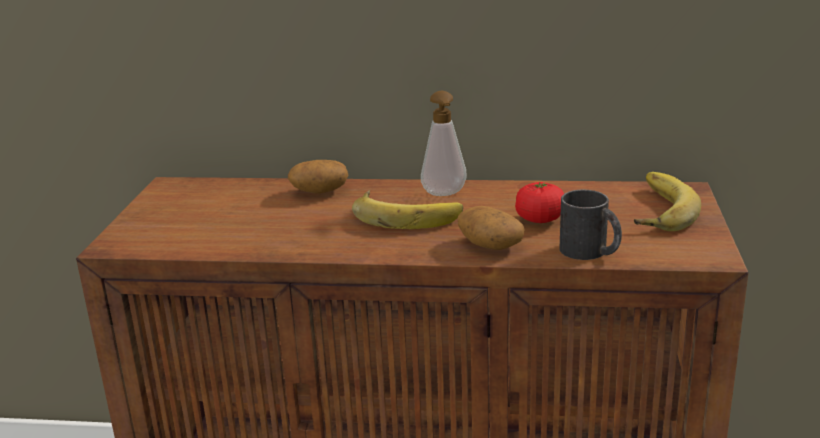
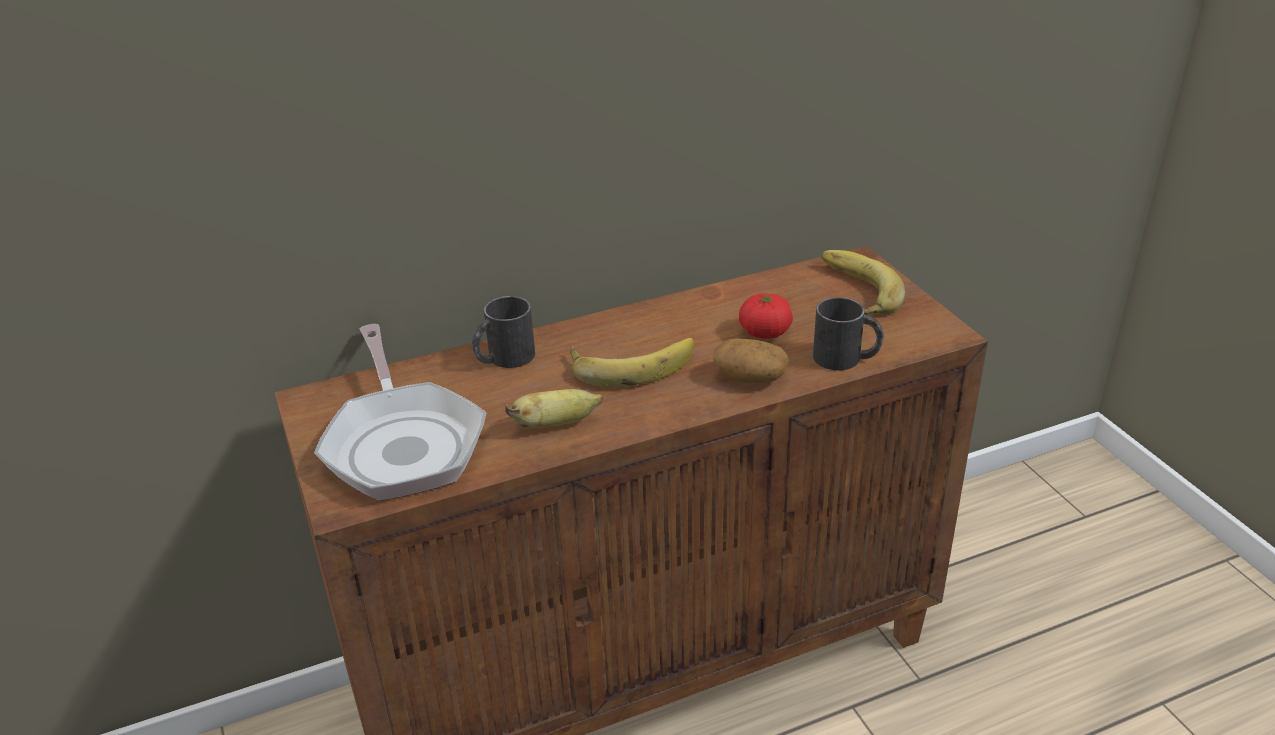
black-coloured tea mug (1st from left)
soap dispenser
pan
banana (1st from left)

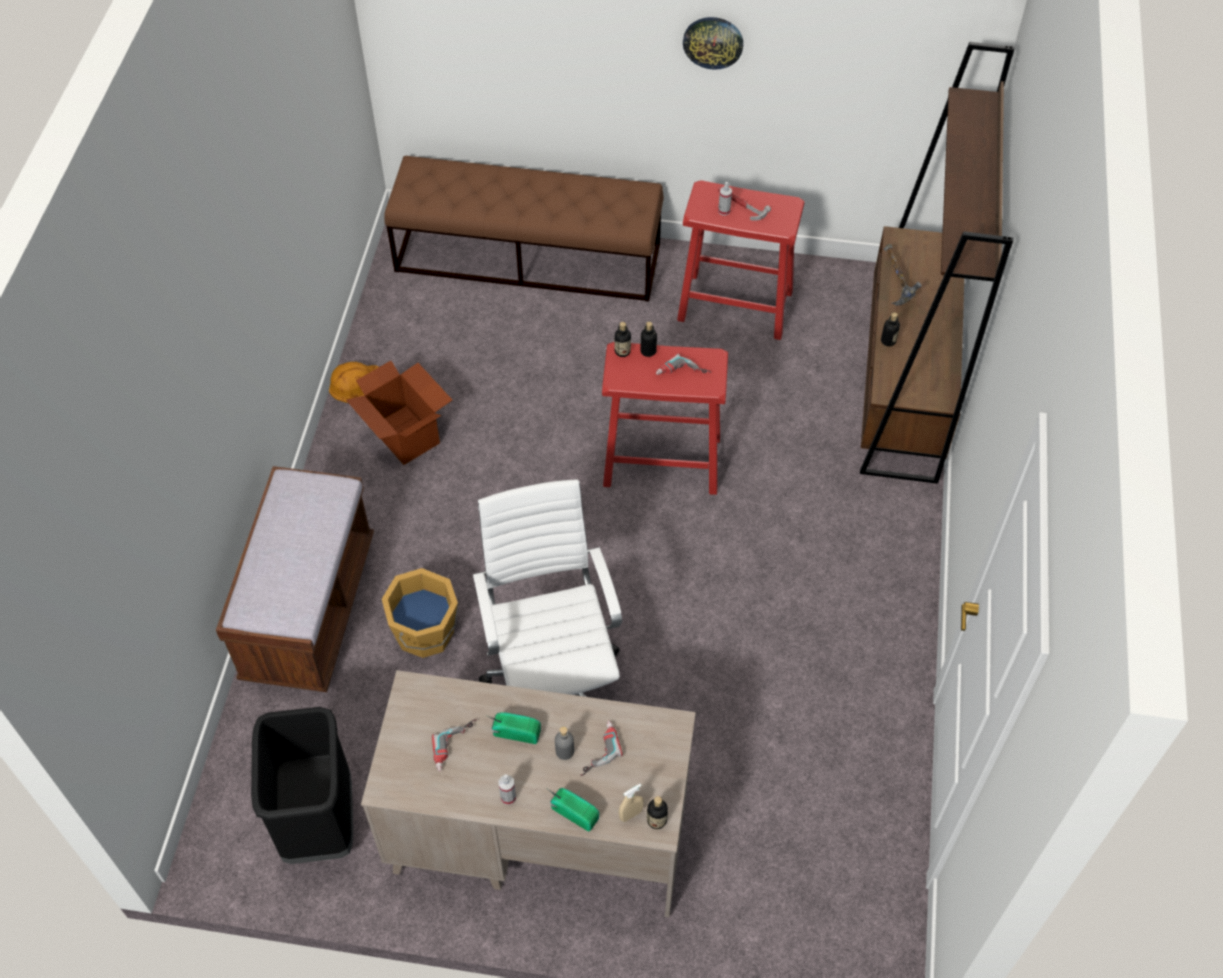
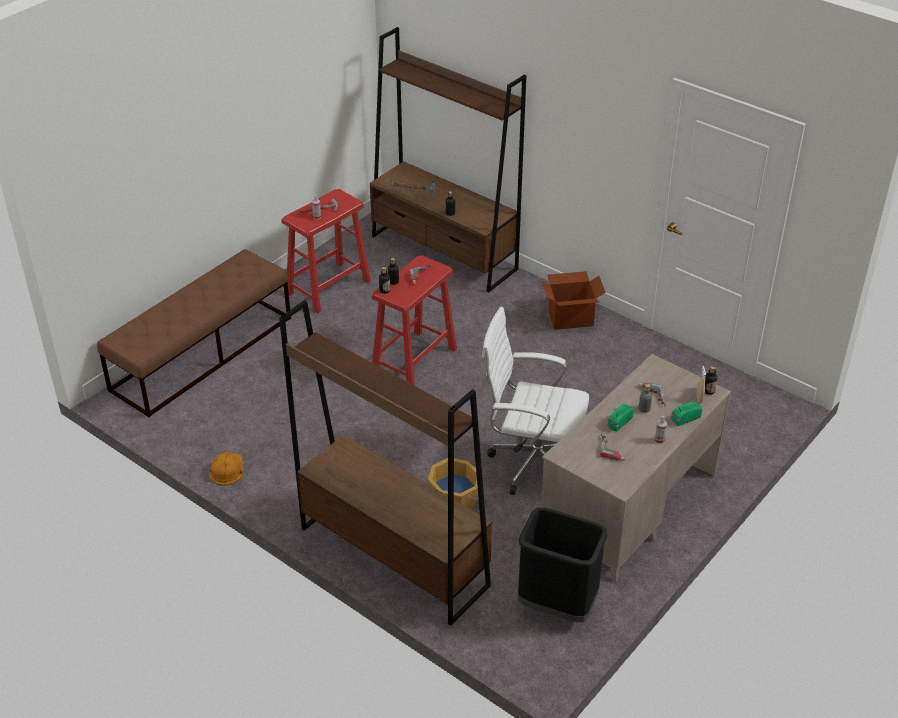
brownish bookshelf (1st from left)
carton
hanging clock

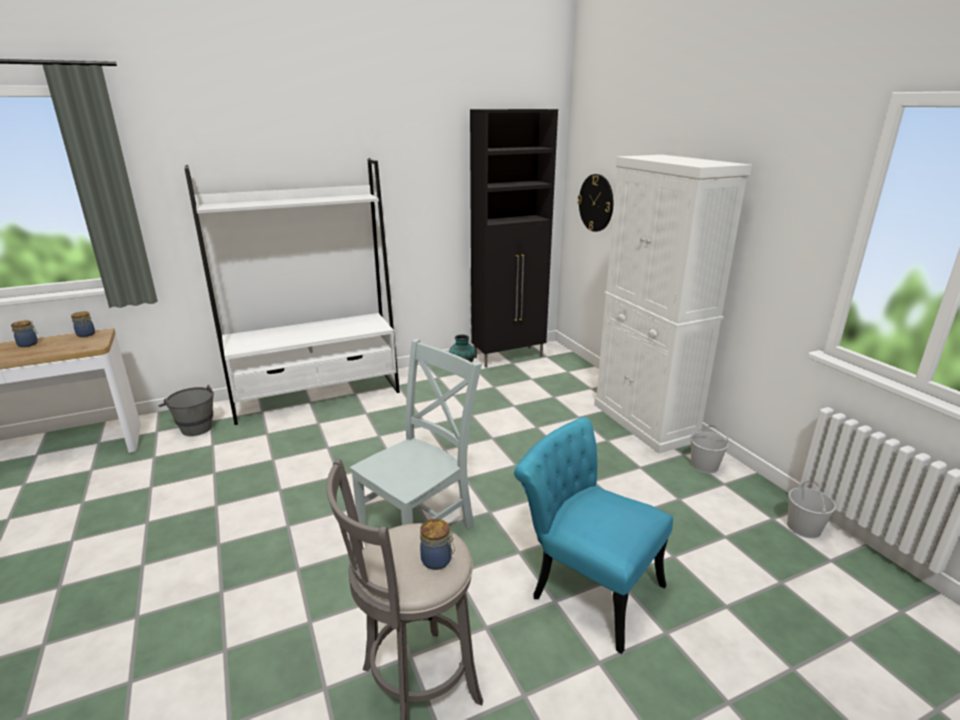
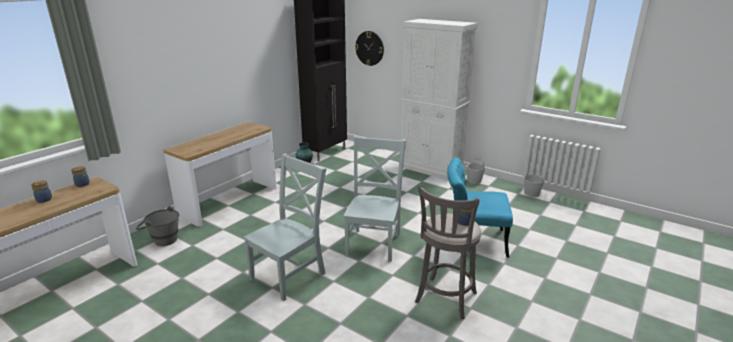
console table (2nd from left)
gray plain chair (1st from left)

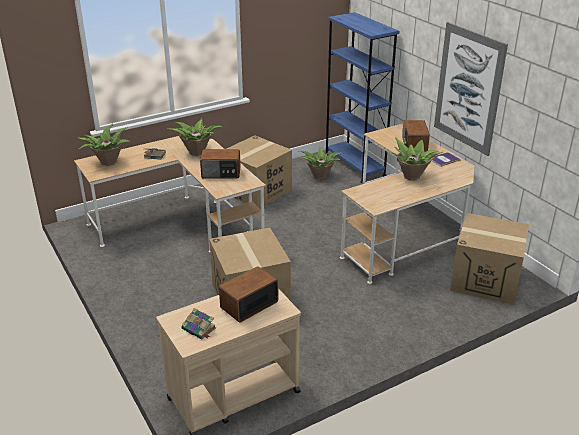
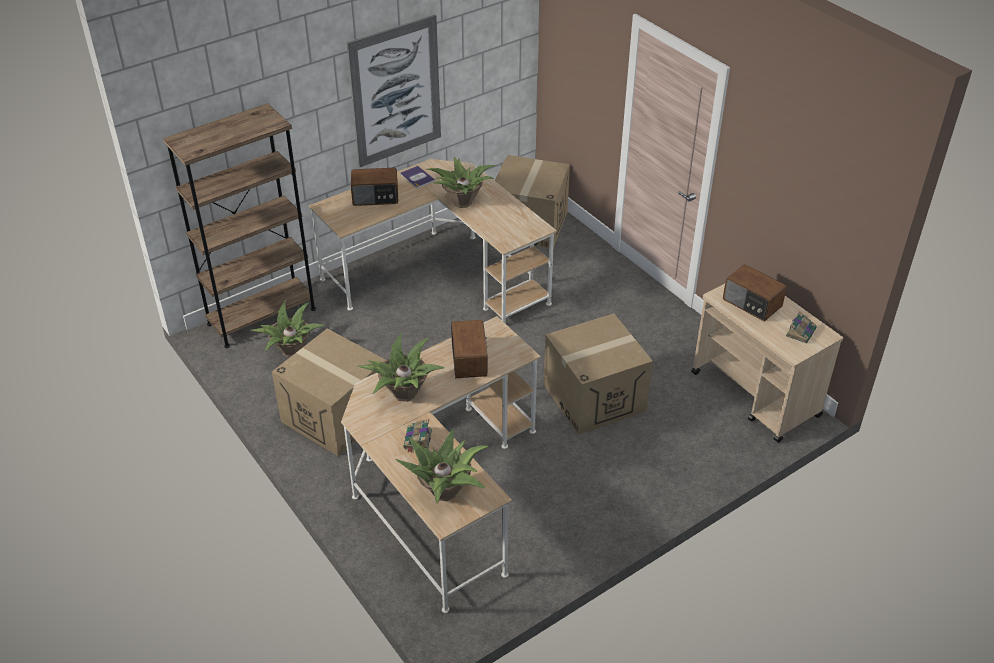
brownish bookshelf

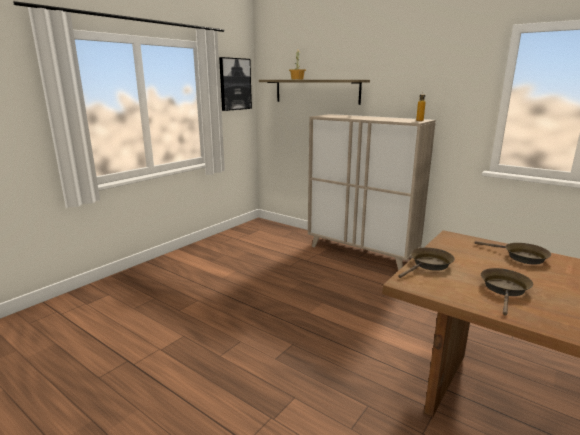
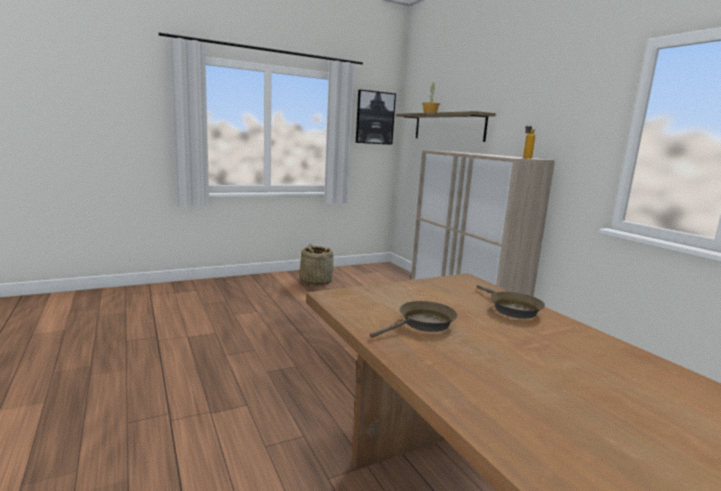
brownish pan (1st from left in the first image)
household basket

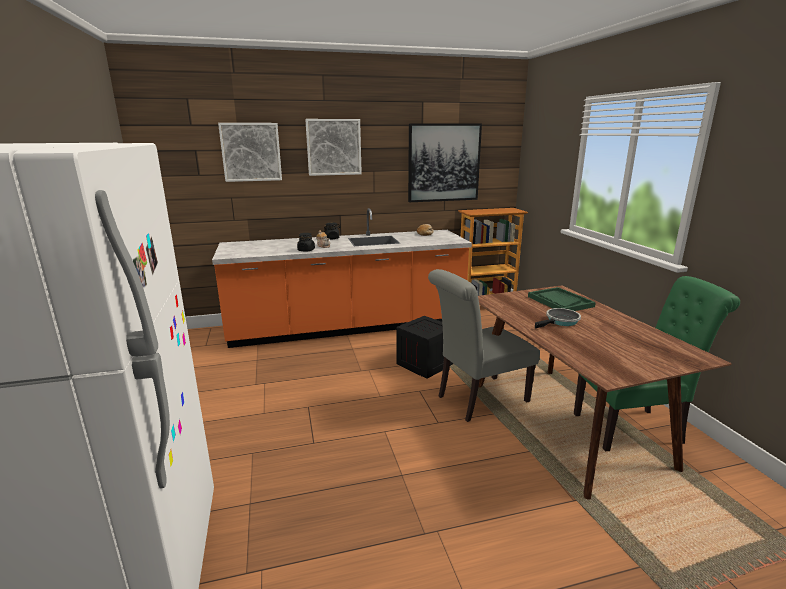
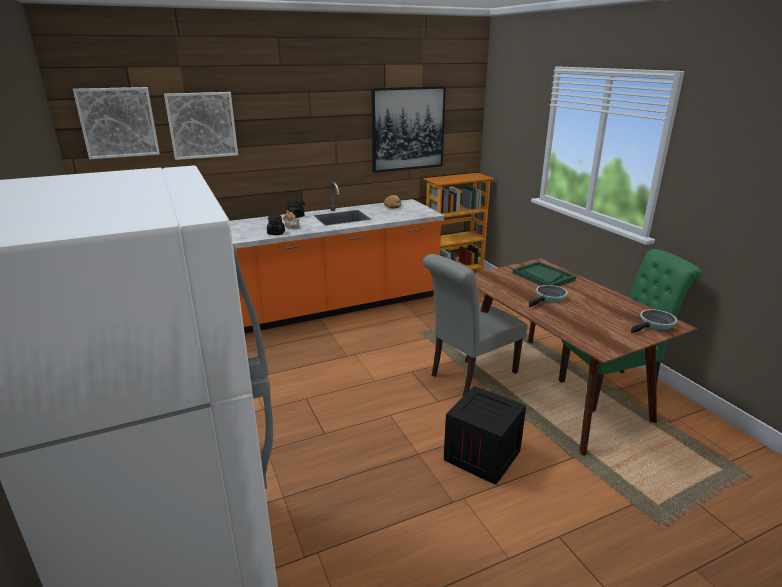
picture (1st from left)
shipping crate
pan (2nd from left)

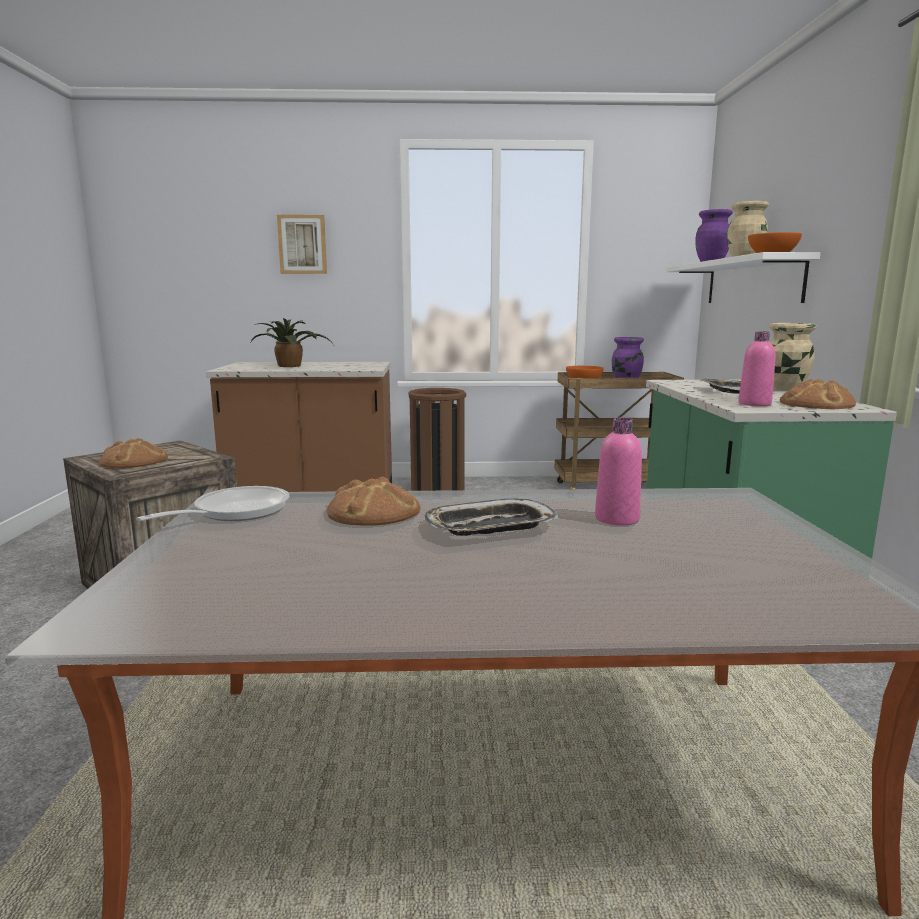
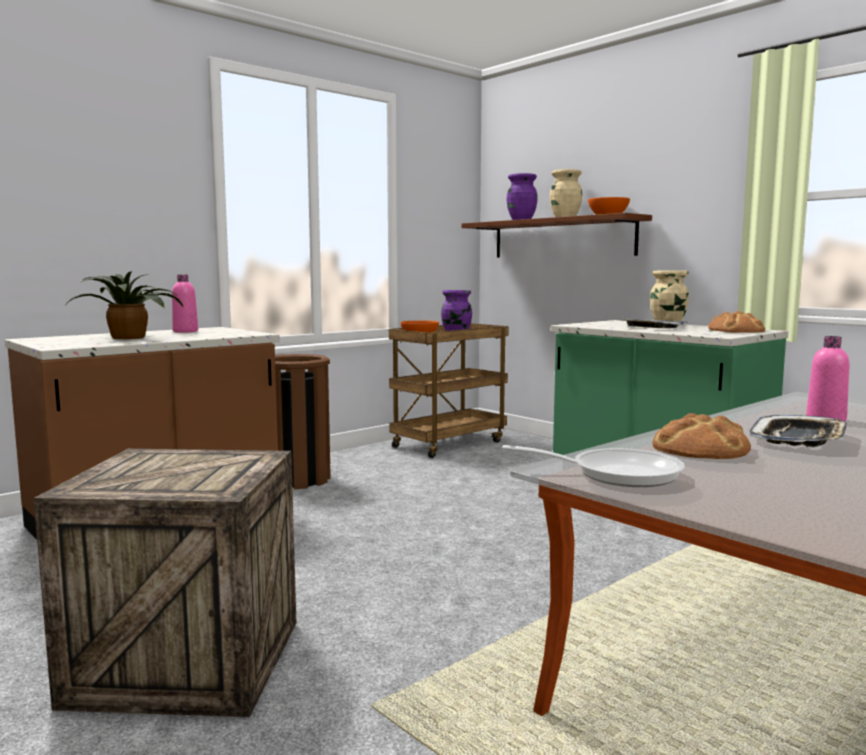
bread (1st from left in the first image)
pan
picture
brownish shelf
pink bottle (1st from left)

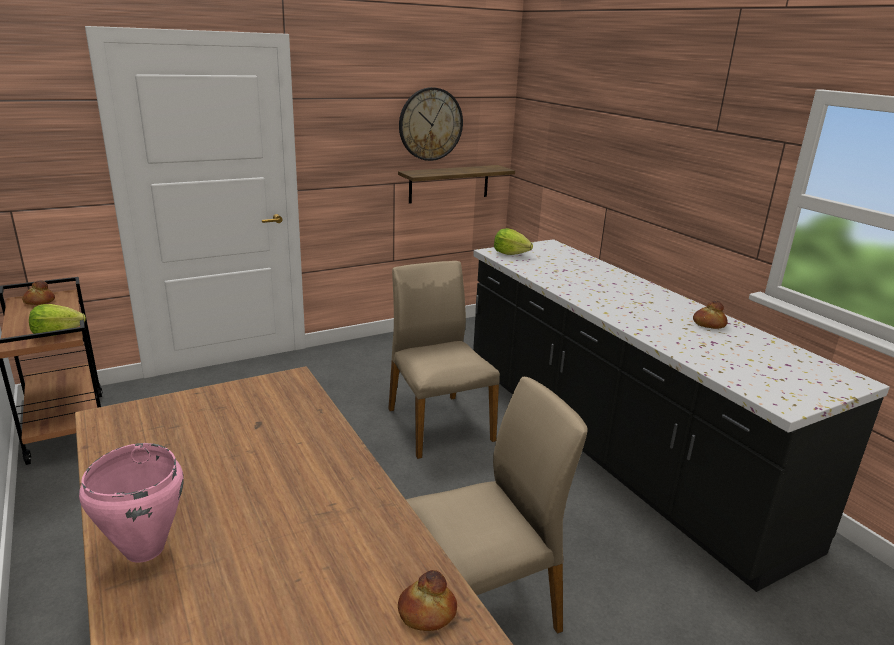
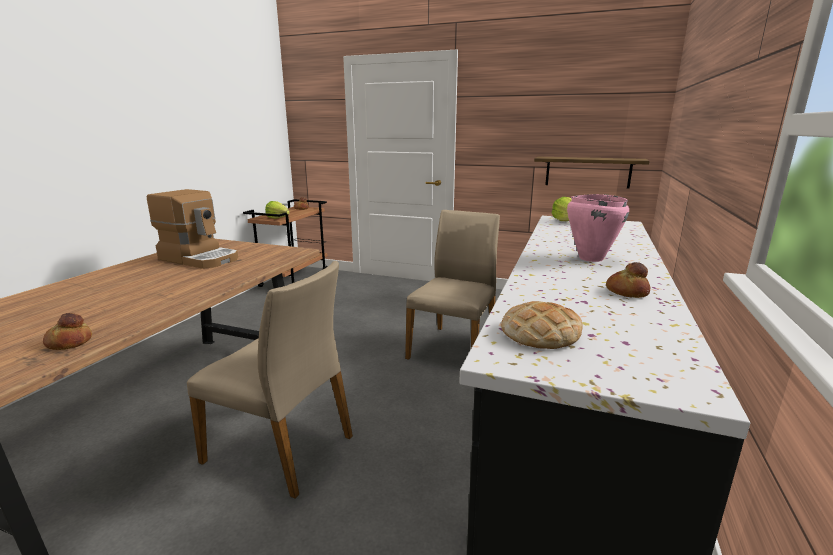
pink cooking pot
hanging clock
coffee maker
bread (3rd from left)

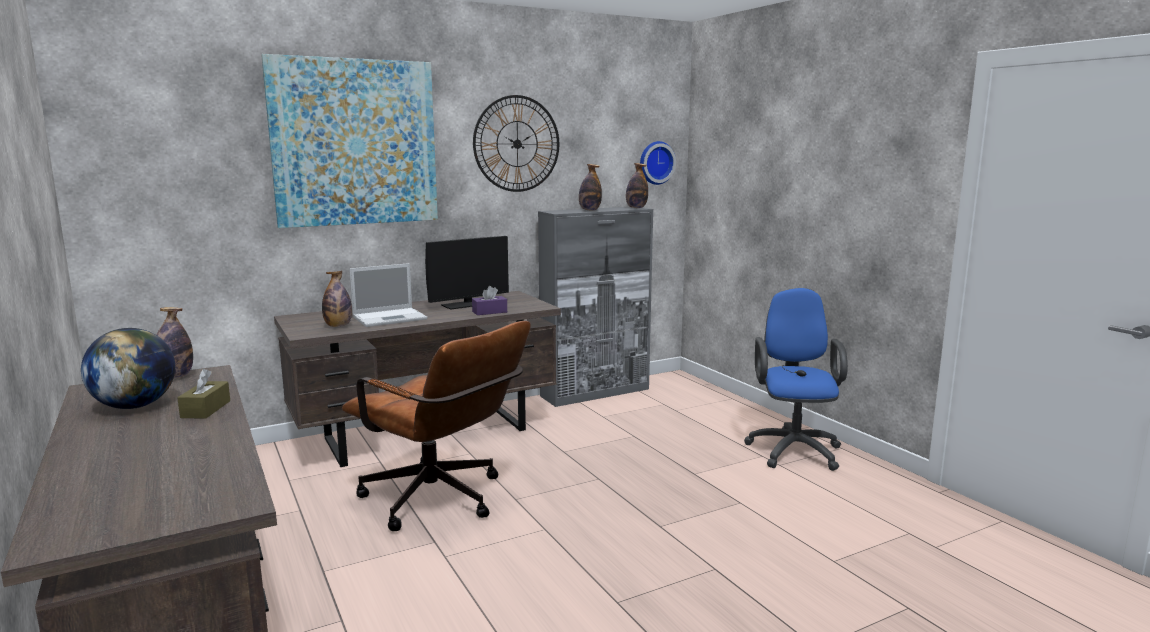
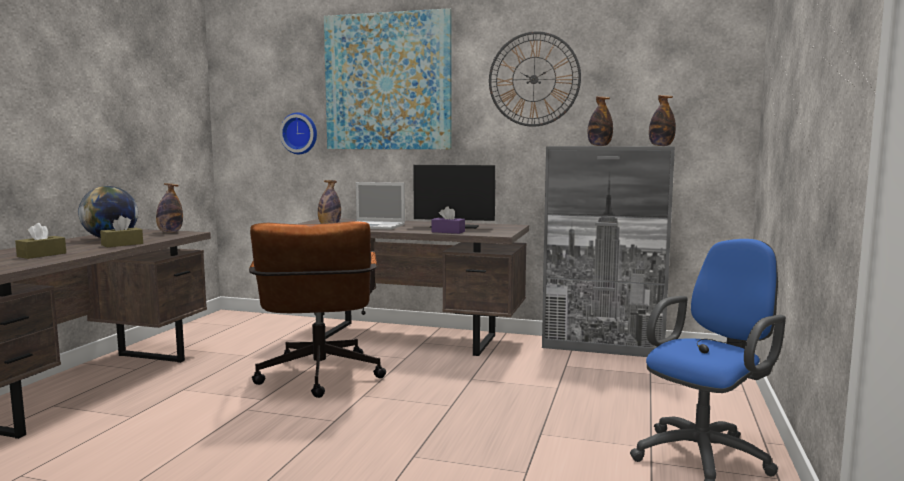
hanging clock (1st from left)
brownish tissue box (1st from left)

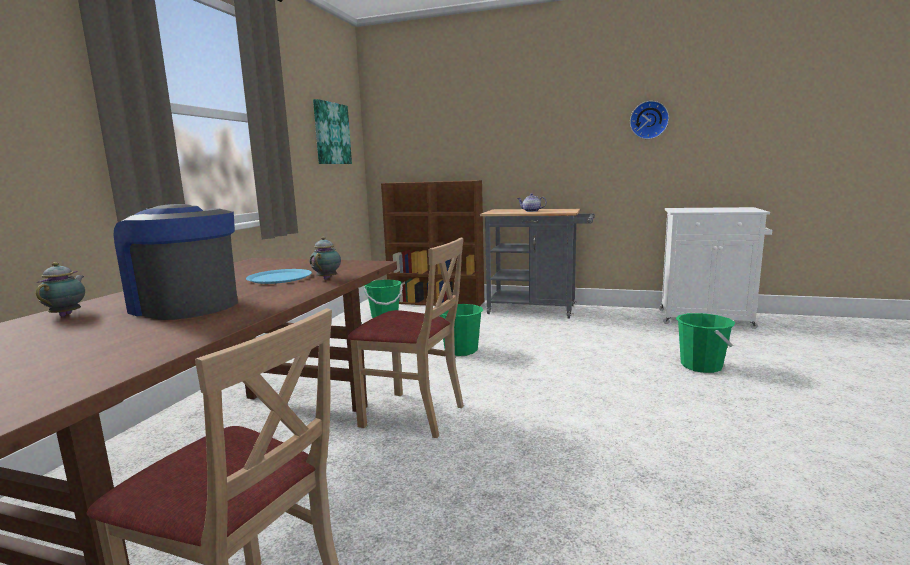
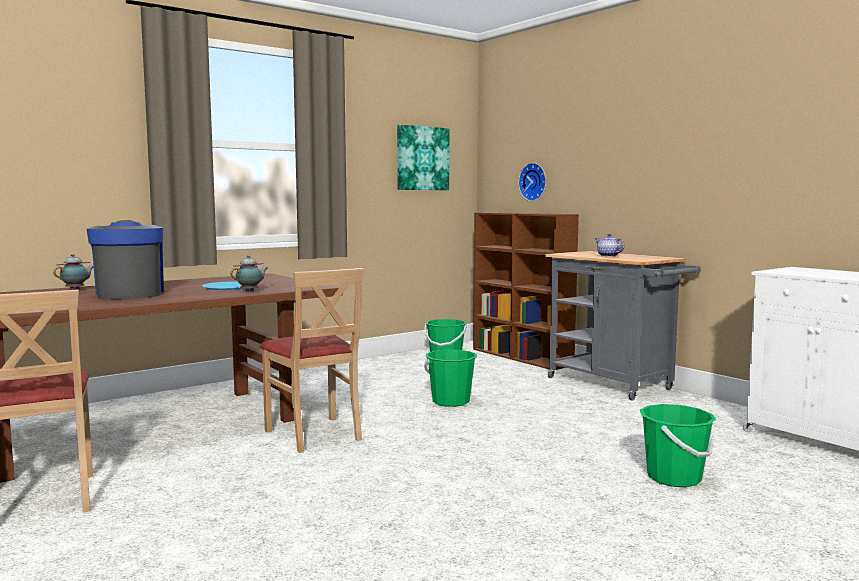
hanging clock

